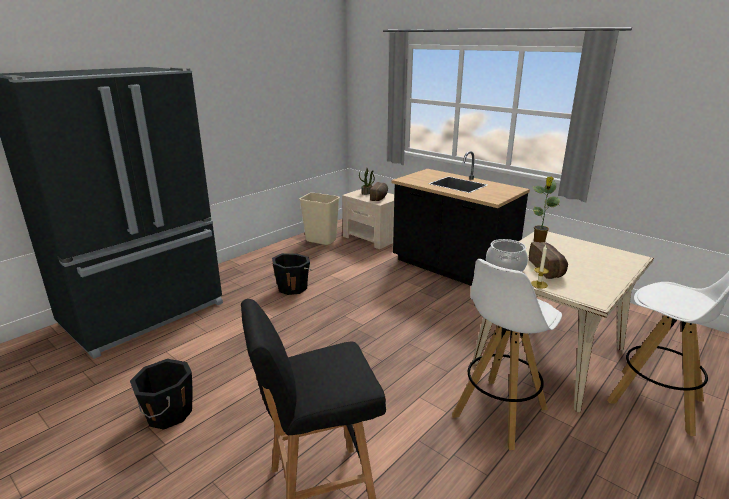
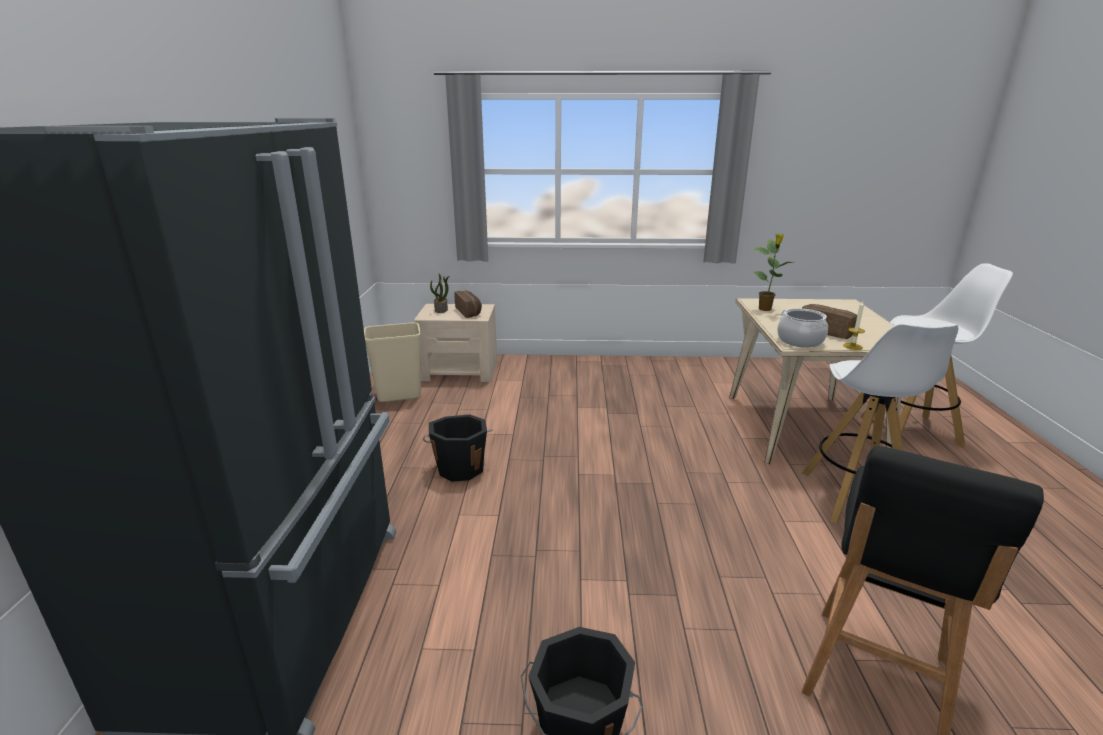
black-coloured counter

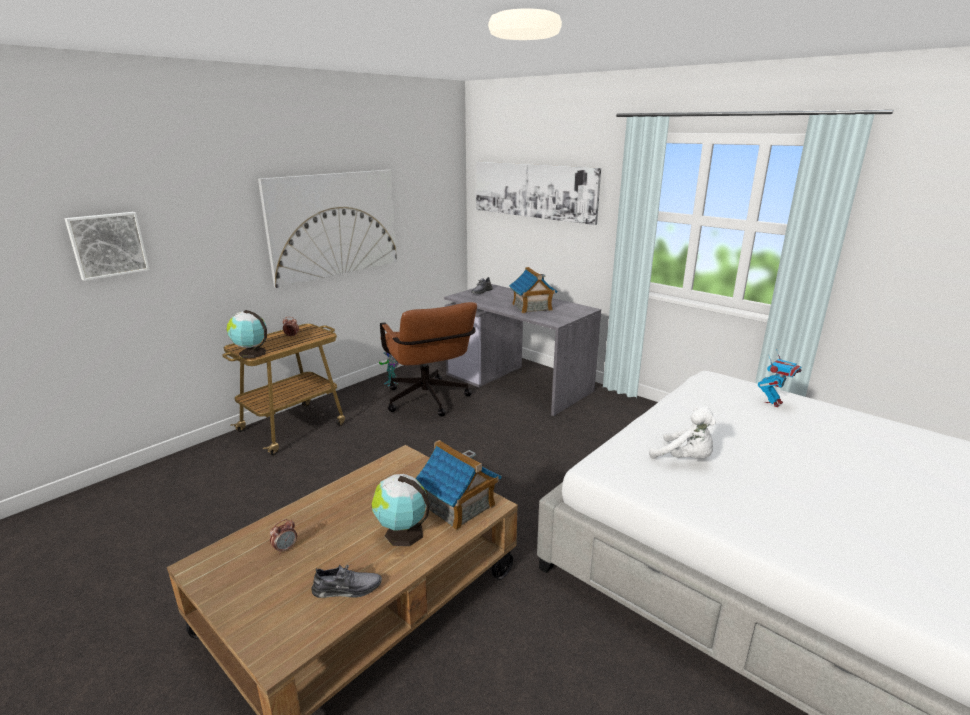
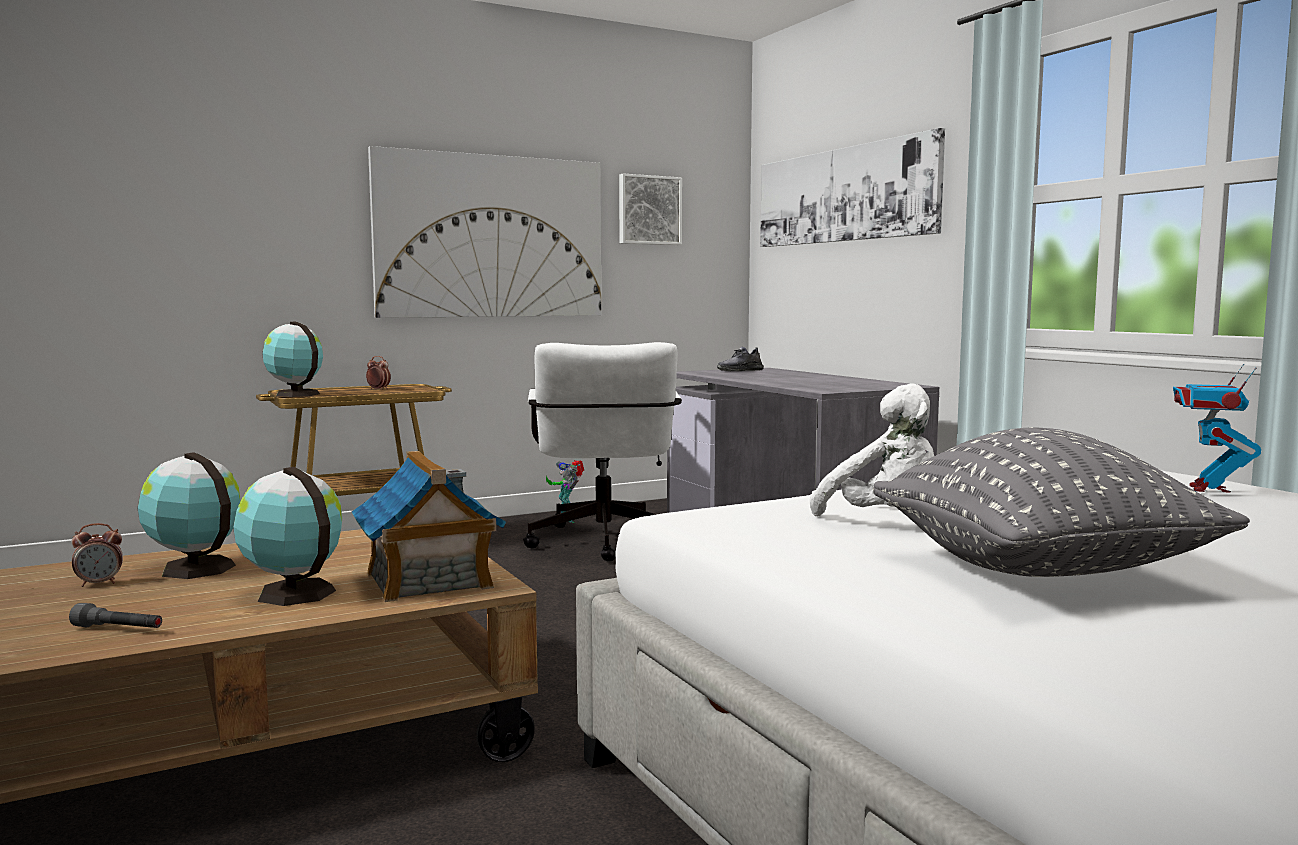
picture (2nd from left)
gray flashlight
whitish office chair
miniature house (2nd from left in the first image)
model robot (2nd from left)
world globe (1st from left)
gray pillow

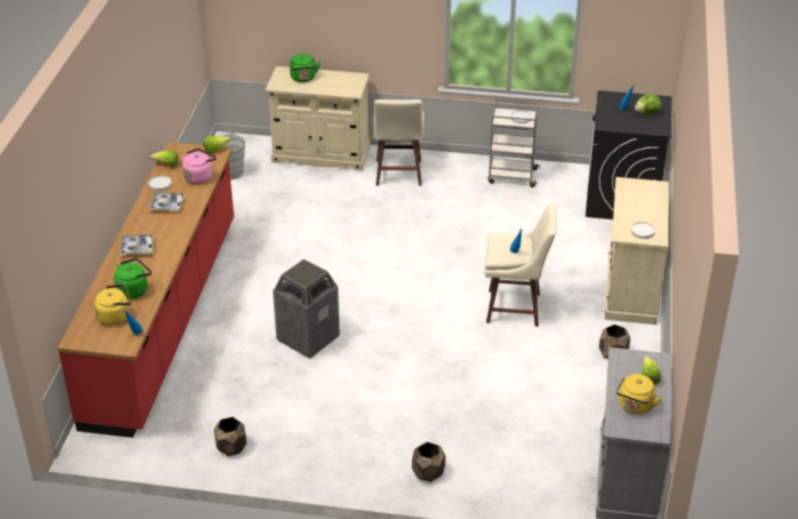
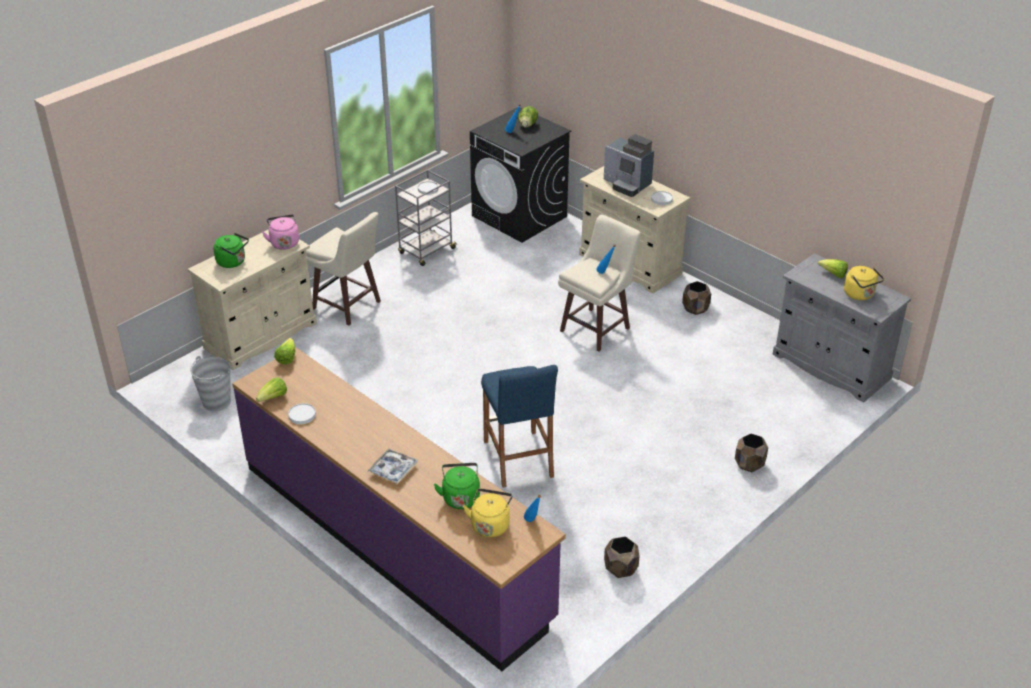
purple-coloured counter
tray (2nd from left in the first image)
pink kettle
blue-coloured sitting stool
coffee maker

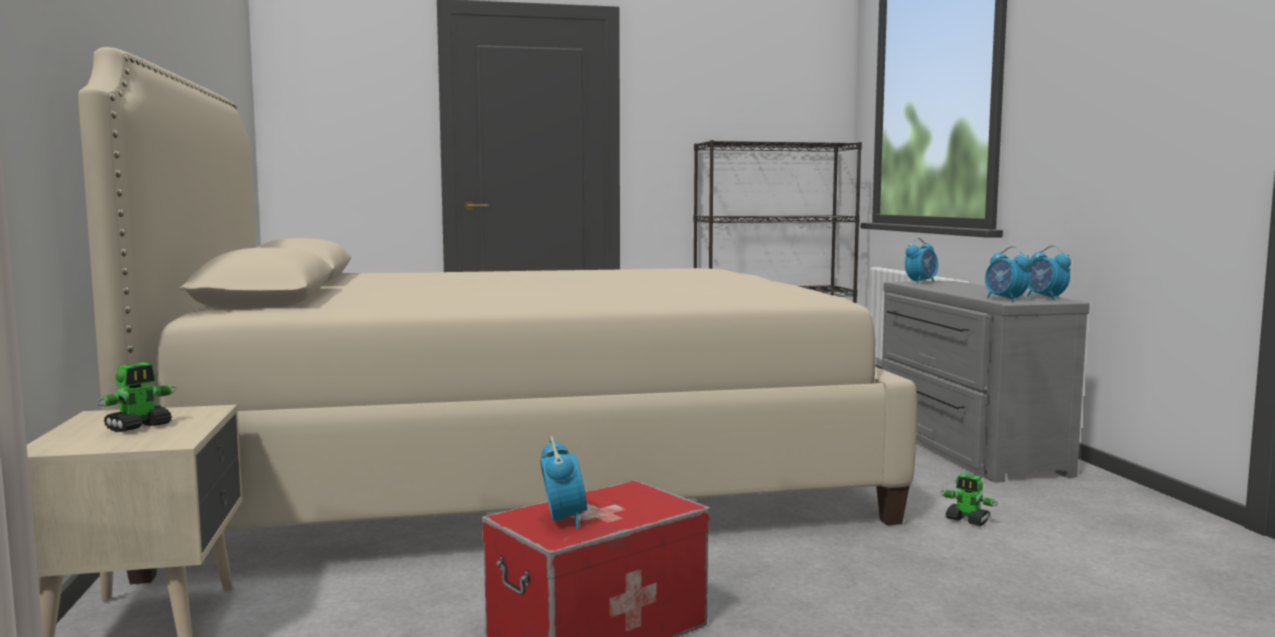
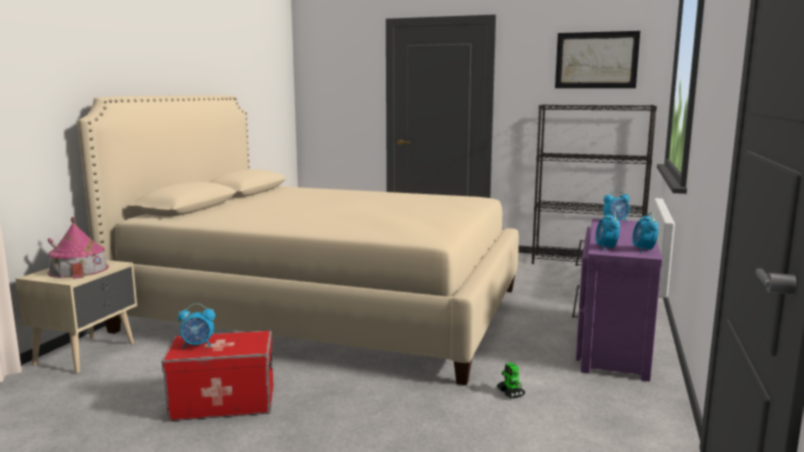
miniature house
bedside clock (1st from left)
purple-coloured chest of drawers
picture

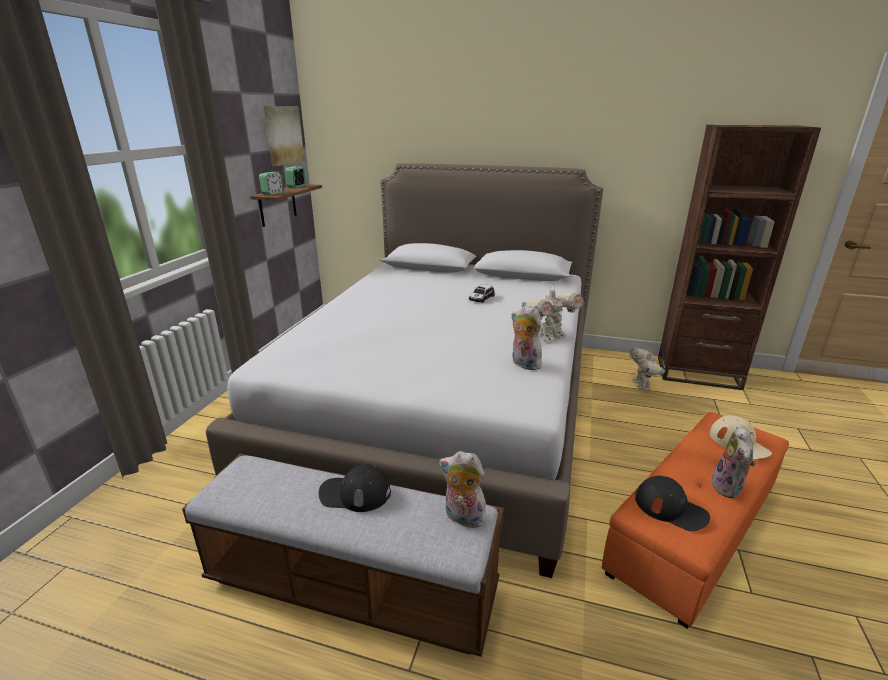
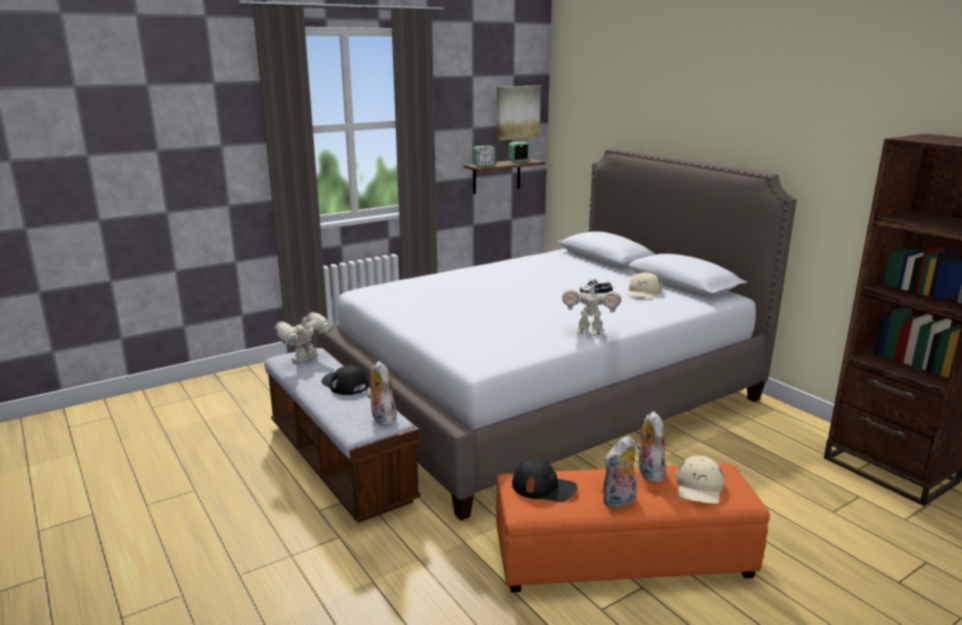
soft toy (3rd from left)
model robot (1st from left)
black-coloured peaked cap (2nd from left)
beige-coloured peaked cap (1st from left)

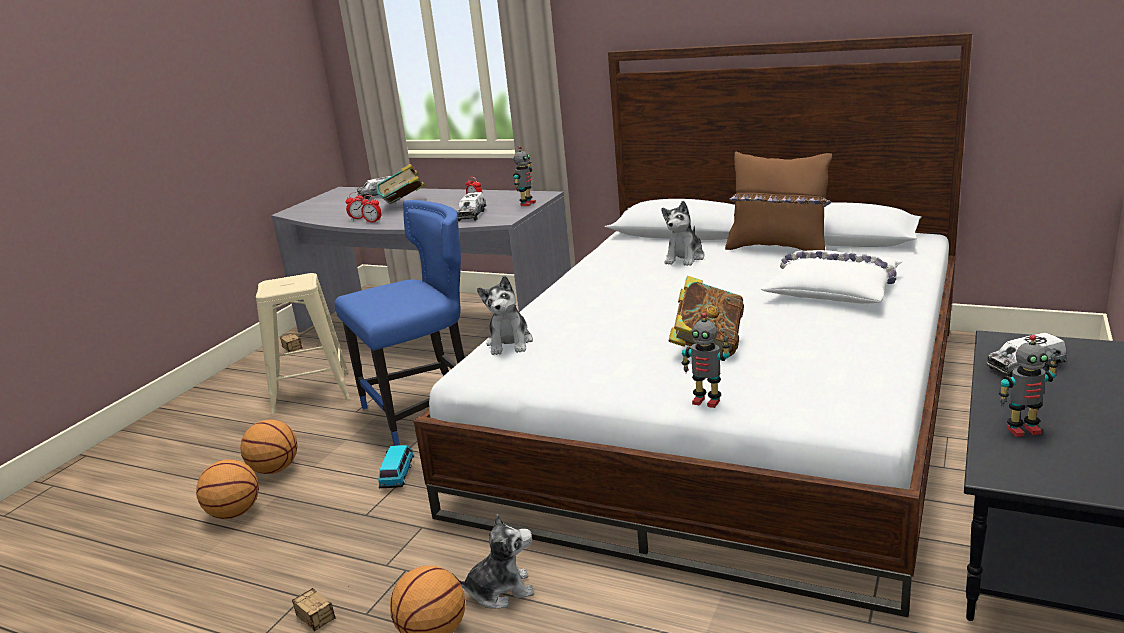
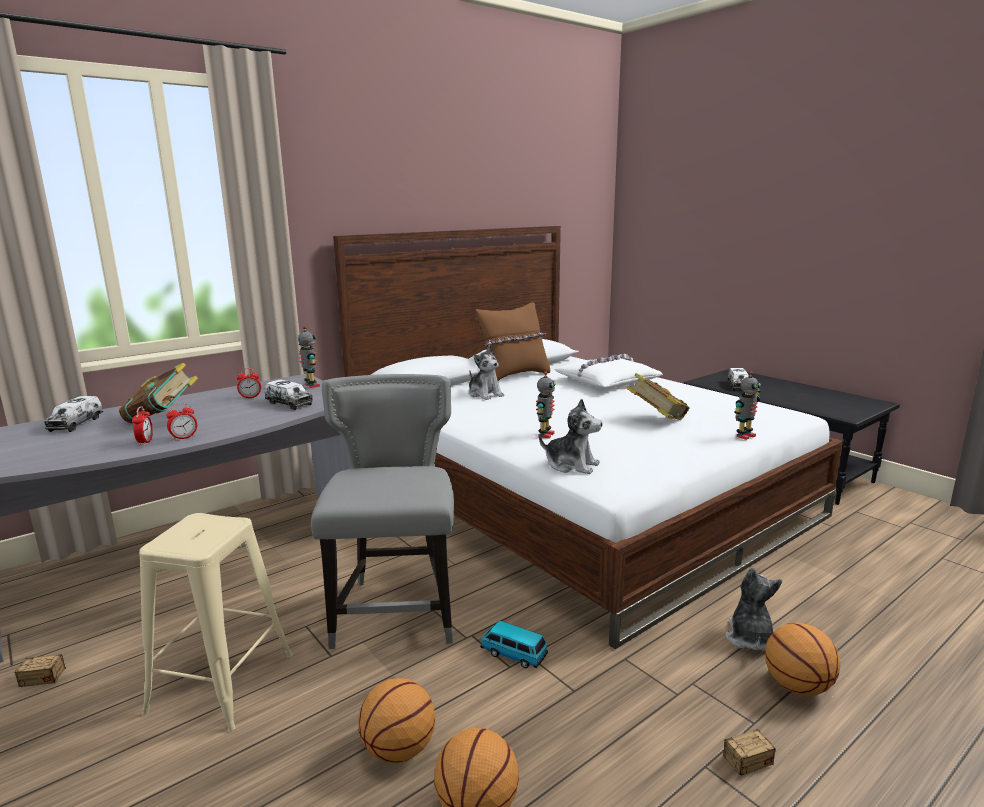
gray plain chair
model robot (2nd from left)

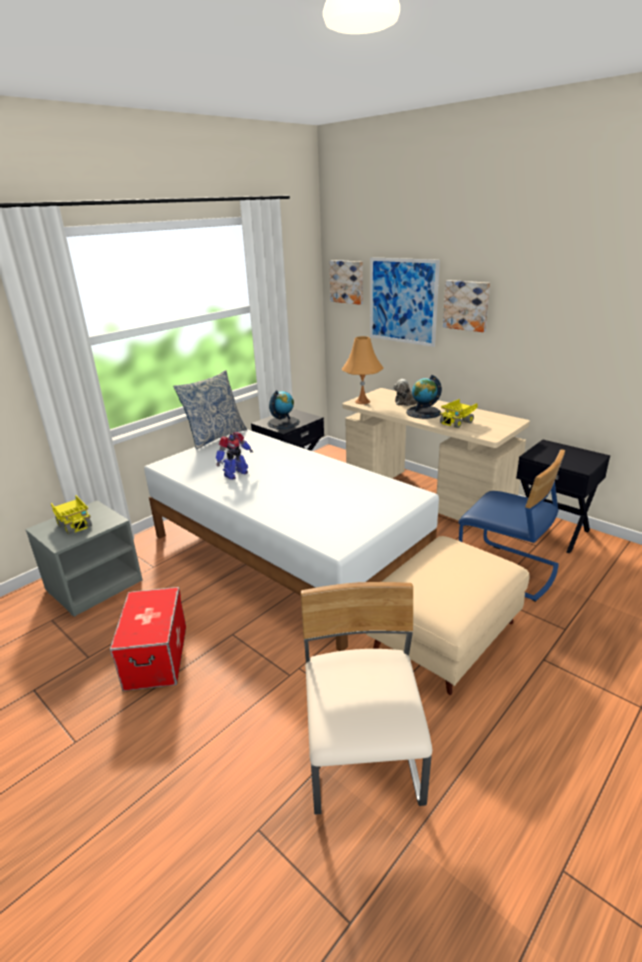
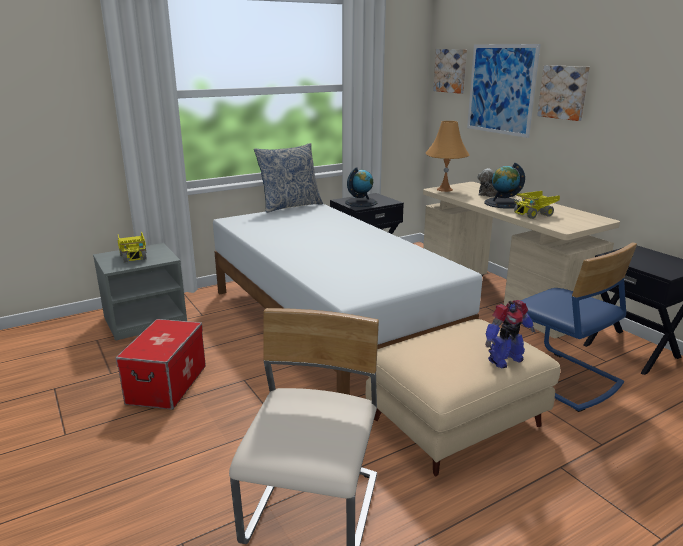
model robot

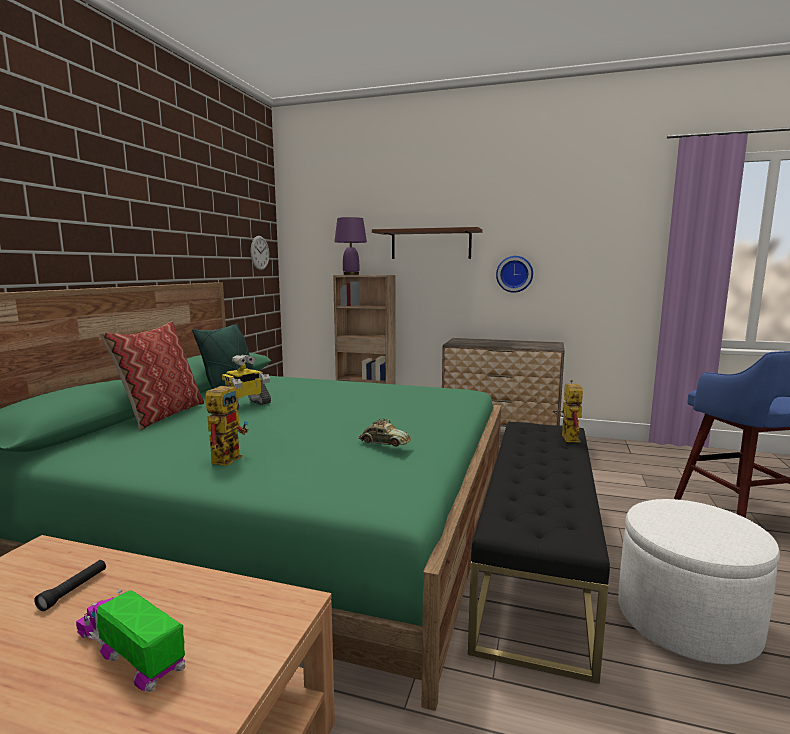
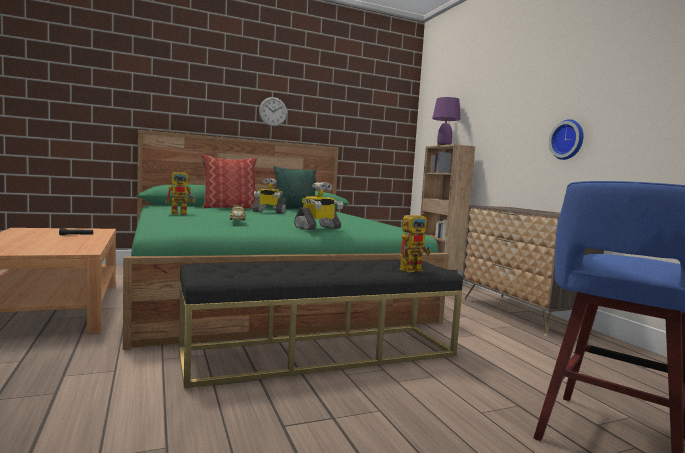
toy lorry
hanging clock (1st from left)
brownish shelf
whitish ottoman
model robot (3rd from left)

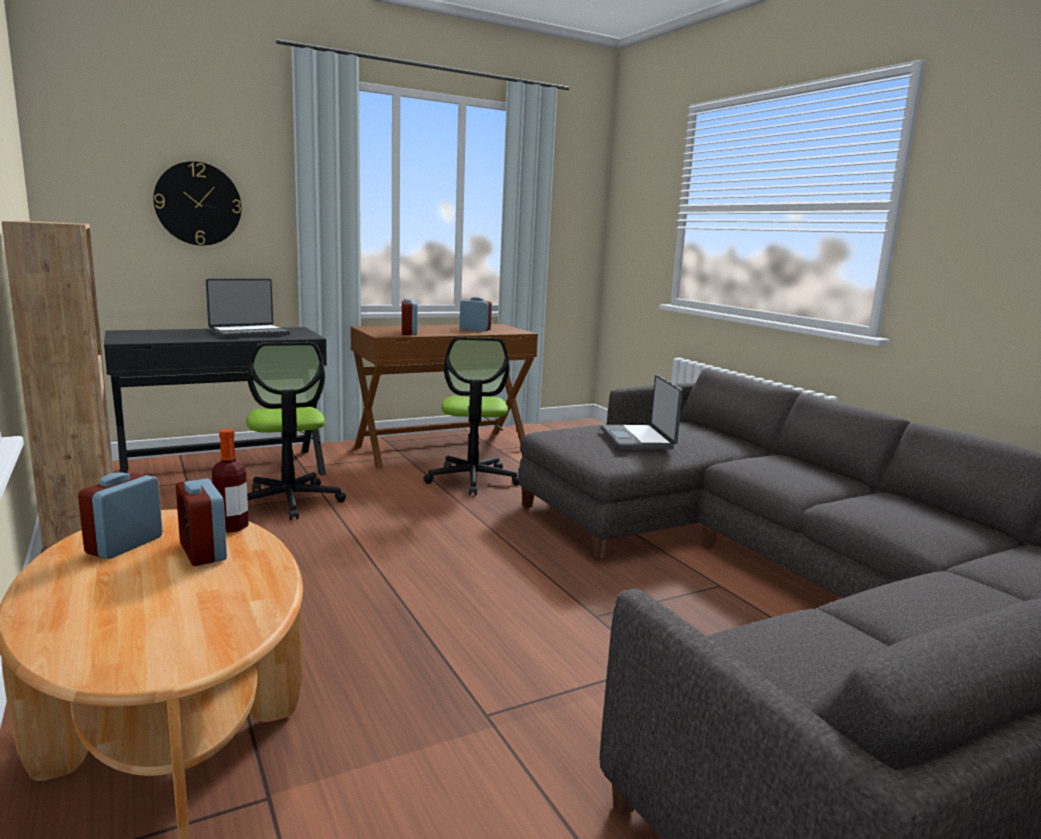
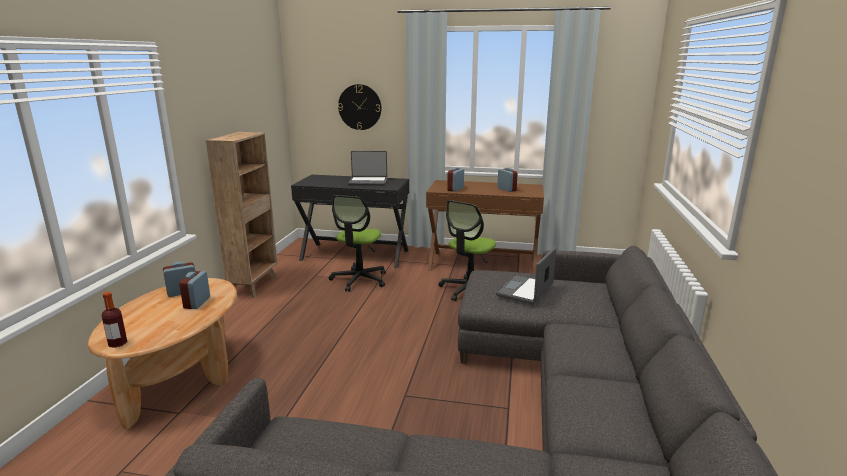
bottle

